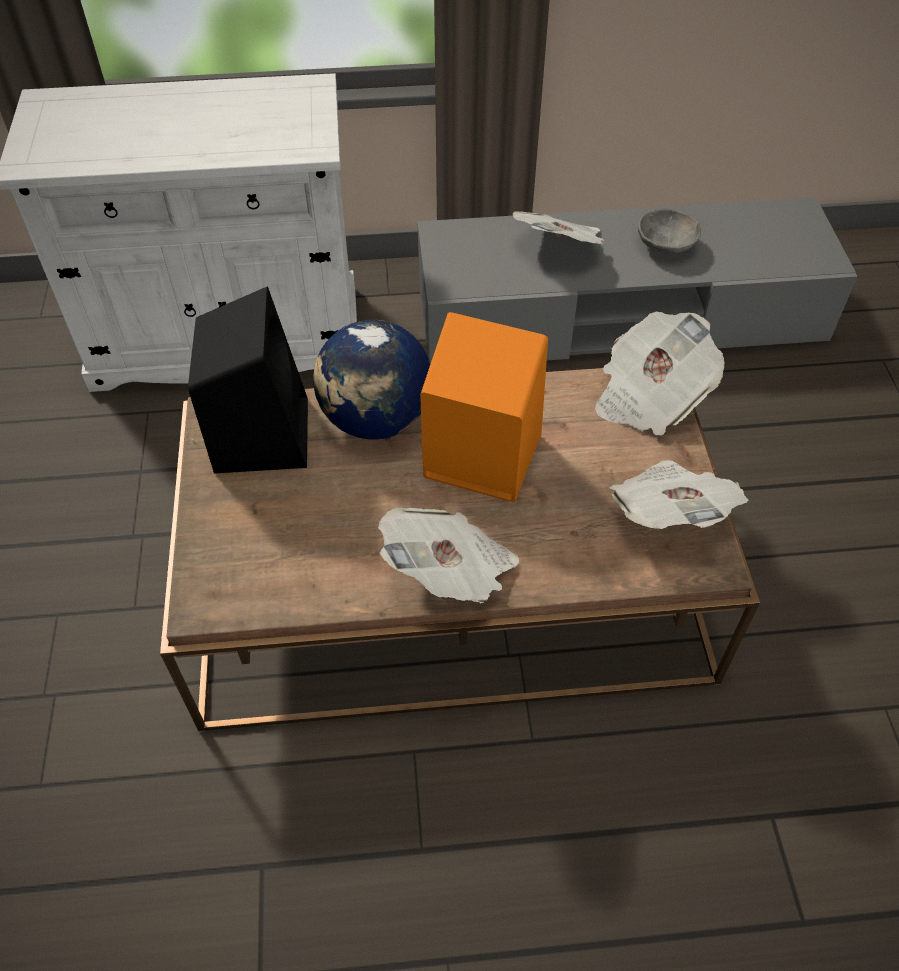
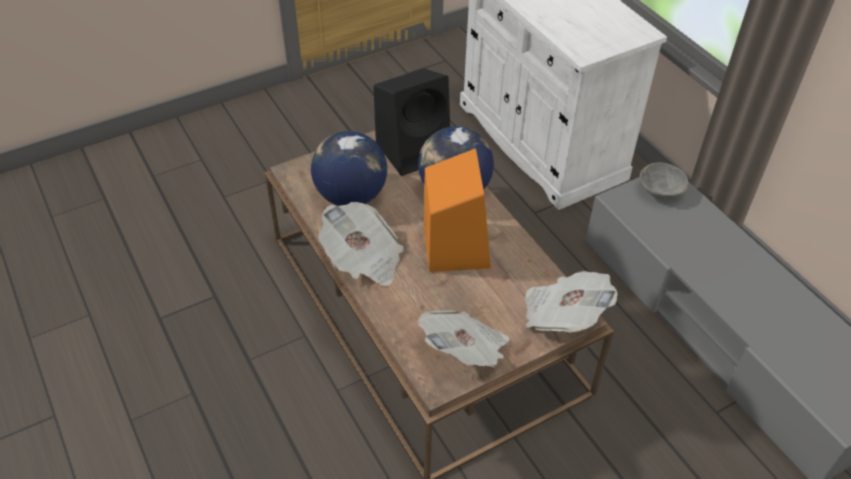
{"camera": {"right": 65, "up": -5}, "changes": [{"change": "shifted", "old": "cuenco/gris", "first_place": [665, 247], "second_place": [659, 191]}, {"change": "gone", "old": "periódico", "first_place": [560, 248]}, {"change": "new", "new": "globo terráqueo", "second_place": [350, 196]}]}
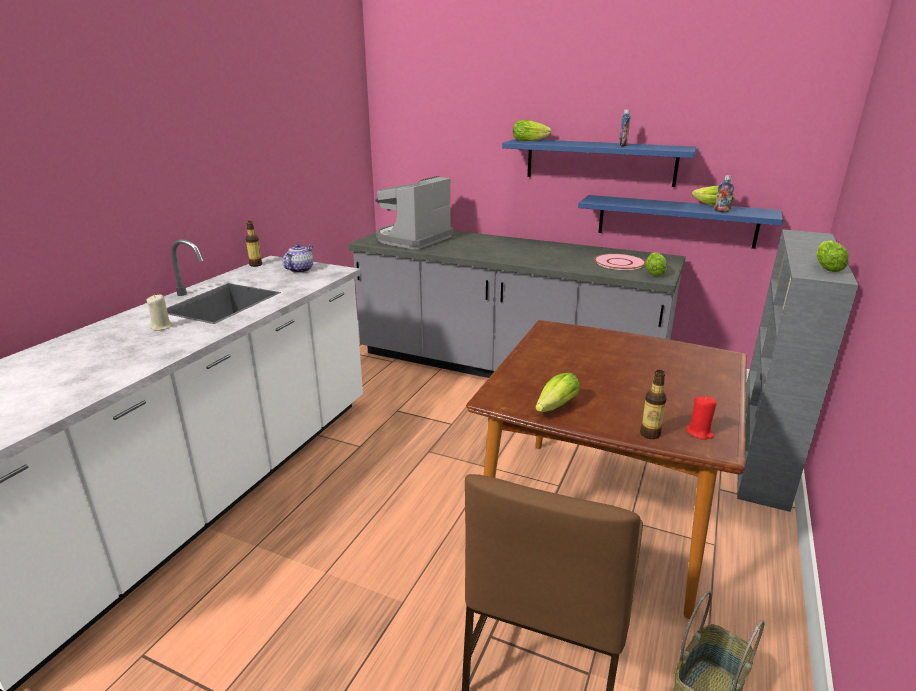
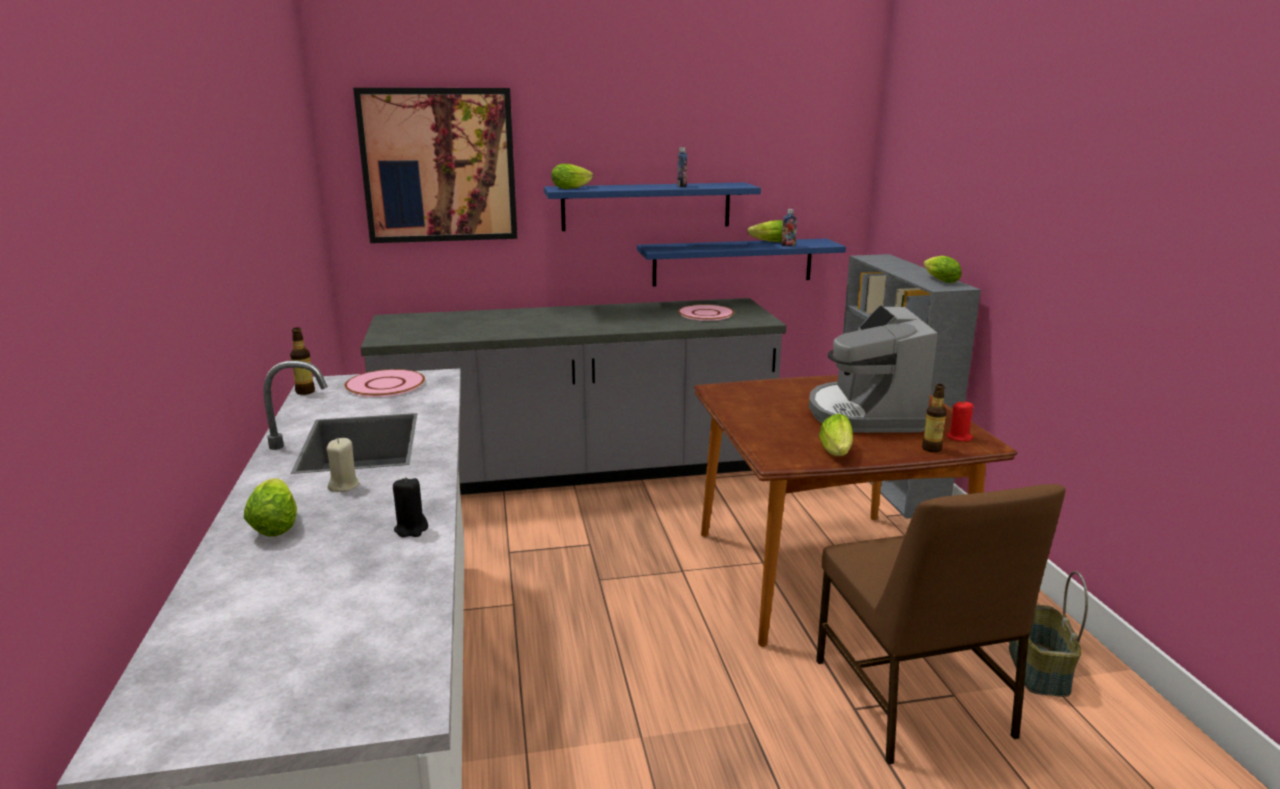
{"camera": {"right": -35, "up": -5}, "changes": [{"change": "shifted", "old": "cafetera", "first_place": [413, 239], "second_place": [865, 414]}, {"change": "swapped", "old": "tetera", "new": "plato/rosa", "first_place": [300, 270], "second_place": [385, 385]}, {"change": "shifted", "old": "lechuga", "first_place": [654, 272], "second_place": [276, 522]}, {"change": "new", "new": "cuadro", "second_place": [439, 166]}, {"change": "new", "new": "vela/negro", "second_place": [411, 529]}]}
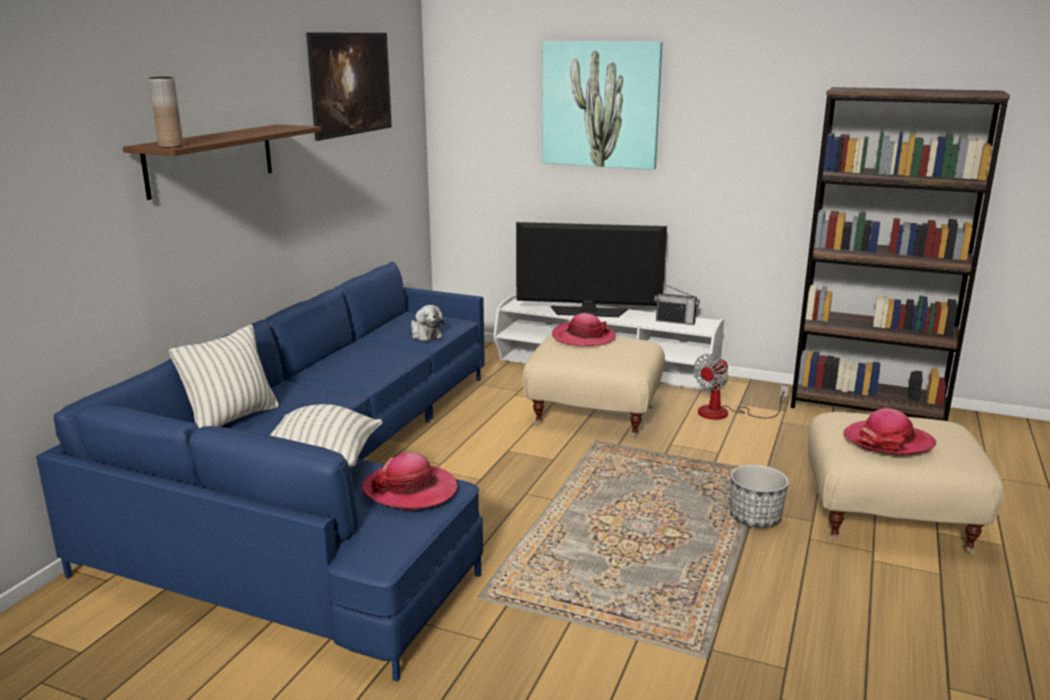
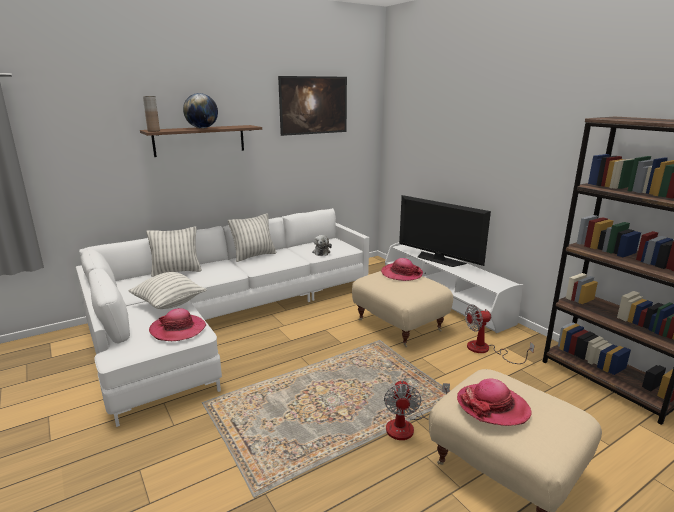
{"camera": {"right": 35, "up": 0}, "changes": [{"change": "gone", "old": "cuadro", "first_place": [600, 104]}, {"change": "repainted", "old": "sofá/azul", "new": "sofá/blanco", "first_place": [327, 486], "second_place": [223, 319]}, {"change": "gone", "old": "radio", "first_place": [675, 321]}, {"change": "swapped", "old": "maceta", "new": "ventilador", "first_place": [755, 518], "second_place": [408, 426]}, {"change": "new", "new": "globo terráqueo", "second_place": [202, 128]}, {"change": "new", "new": "cojín", "second_place": [254, 256]}]}
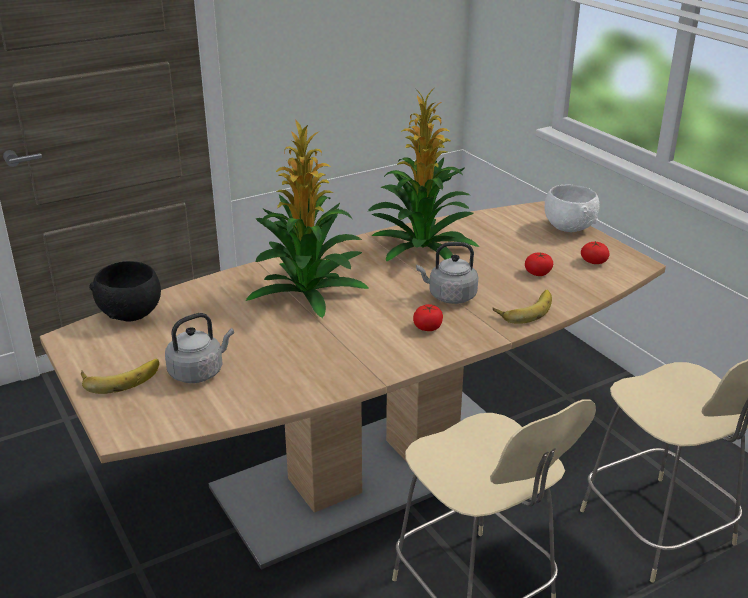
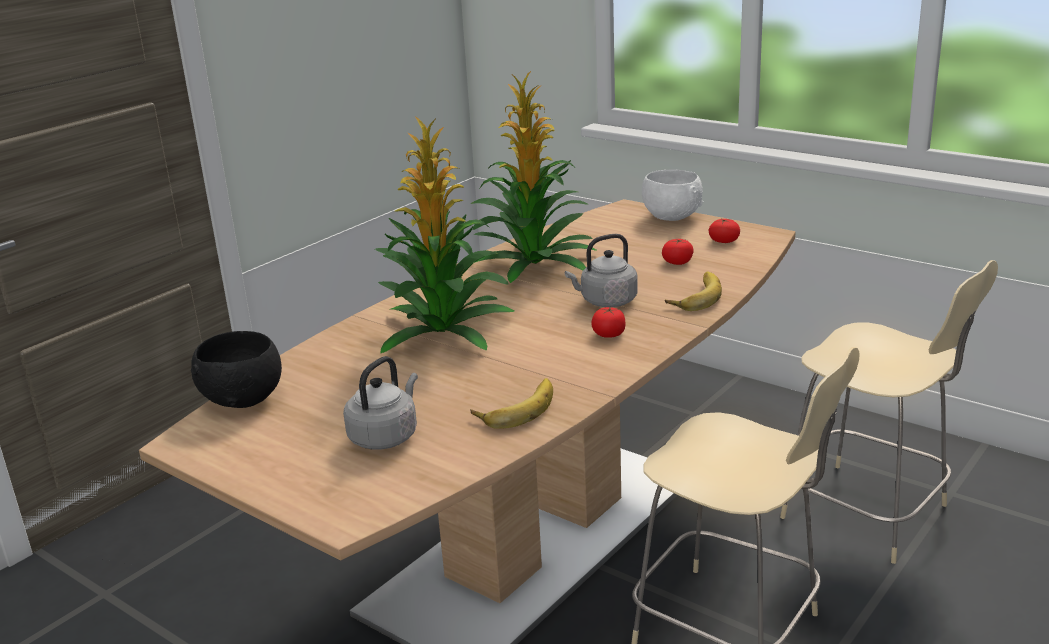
{"camera": {"right": -20, "up": -5}, "changes": [{"change": "shifted", "old": "plátano", "first_place": [120, 377], "second_place": [516, 408]}]}
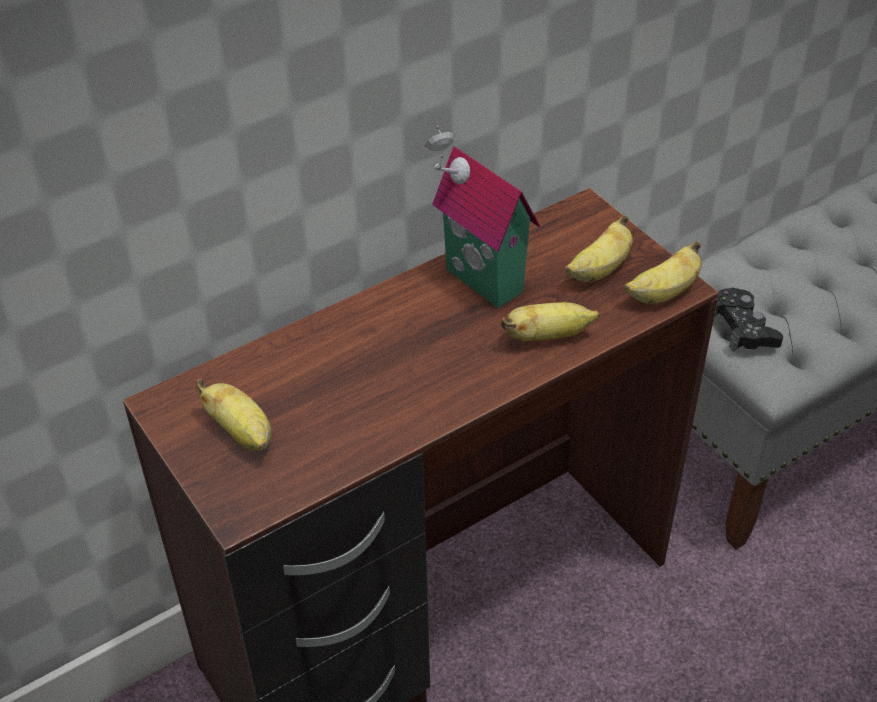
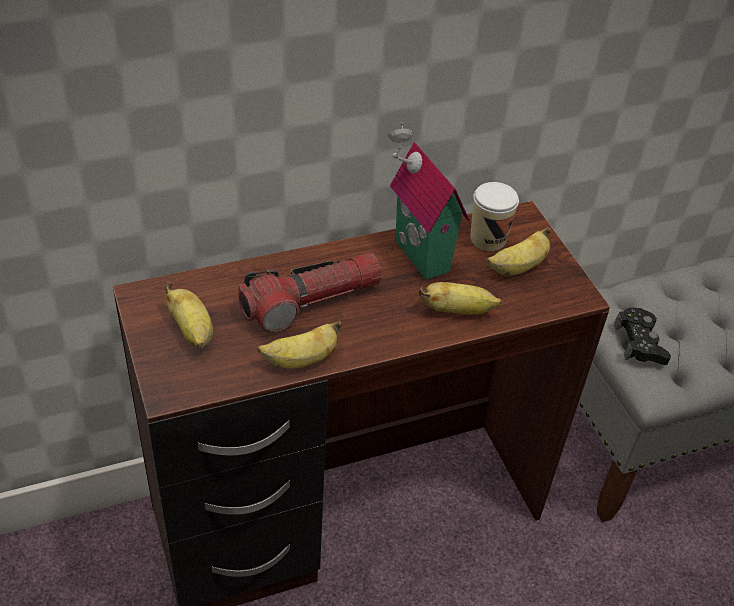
{"camera": {"right": 10, "up": 0}, "changes": [{"change": "shifted", "old": "plátano", "first_place": [663, 293], "second_place": [301, 360]}, {"change": "new", "new": "taza", "second_place": [488, 239]}, {"change": "new", "new": "linterna", "second_place": [311, 301]}]}
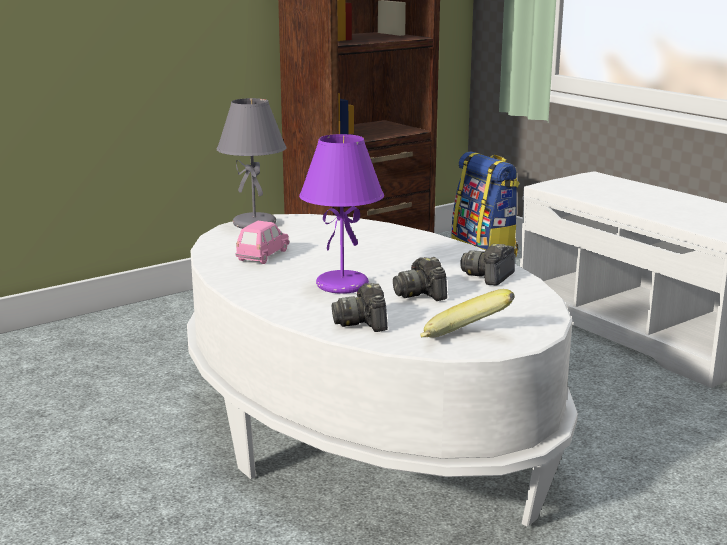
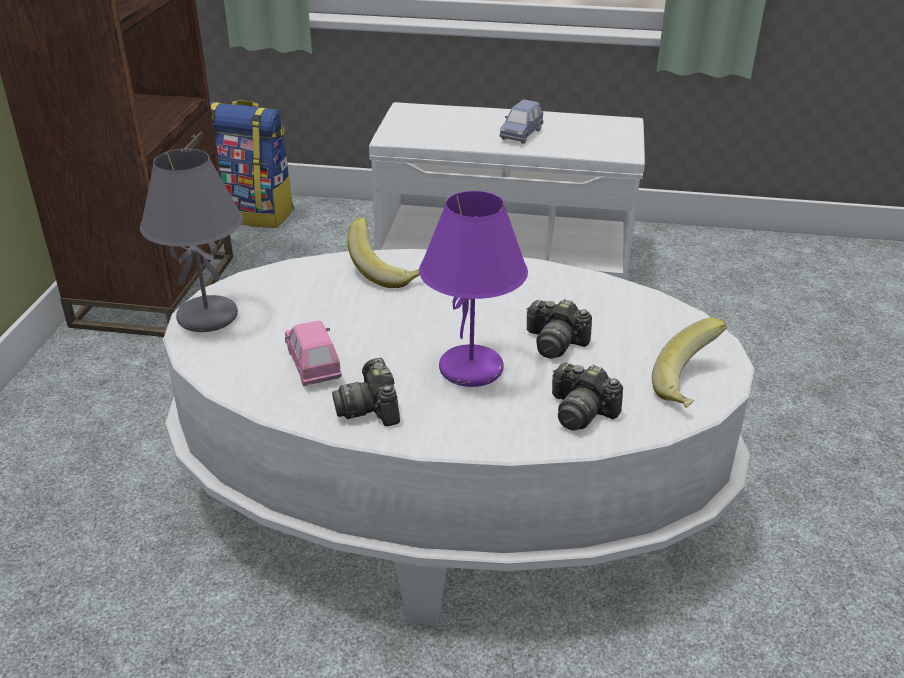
{"camera": {"right": -45, "up": 15}, "changes": [{"change": "shifted", "old": "cámara", "first_place": [489, 276], "second_place": [370, 408]}, {"change": "new", "new": "coche de juguete/azul", "second_place": [521, 135]}, {"change": "new", "new": "plátano", "second_place": [388, 272]}]}
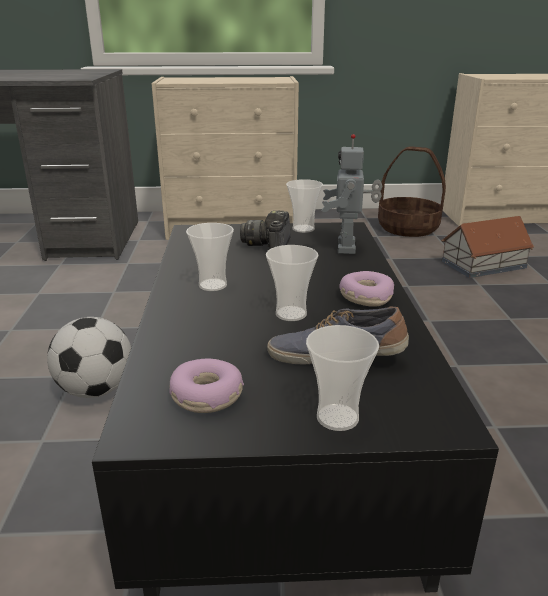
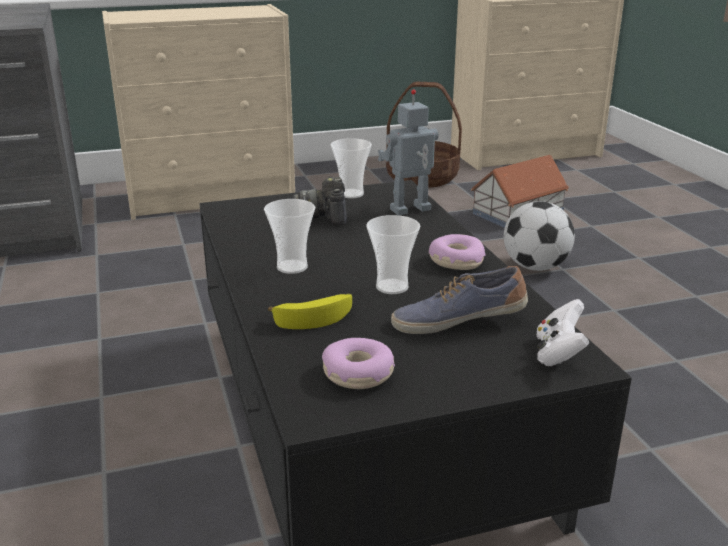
{"camera": {"right": -15, "up": 0}, "changes": [{"change": "rotated", "old": "robot de juguete", "first_place": [348, 247], "second_place": [411, 210], "degrees": 75}, {"change": "shifted", "old": "balón de fútbol", "first_place": [96, 390], "second_place": [535, 267]}, {"change": "gone", "old": "taza", "first_place": [337, 417]}, {"change": "new", "new": "plátano", "second_place": [315, 317]}, {"change": "new", "new": "mando de consola/blanco", "second_place": [558, 354]}]}
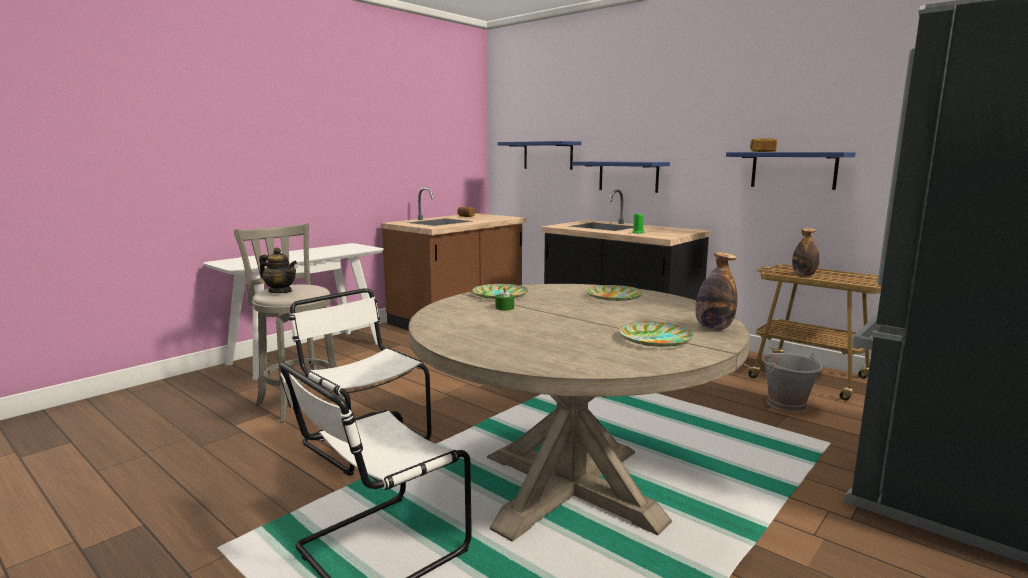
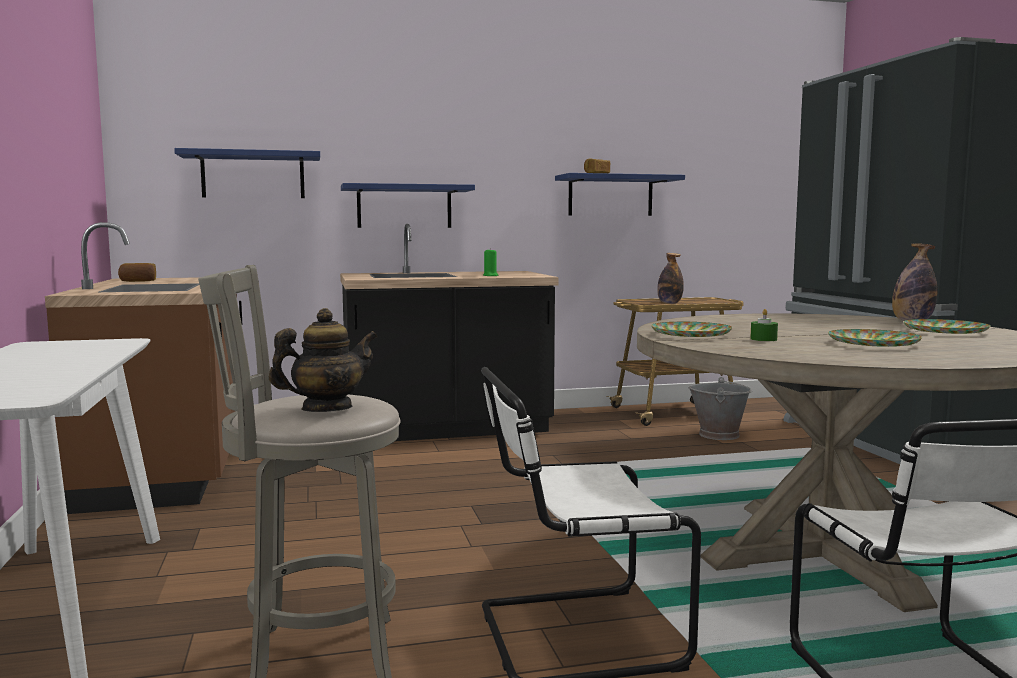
{"camera": {"right": -55, "up": -5}, "changes": [{"change": "shifted", "old": "plato", "first_place": [614, 297], "second_place": [874, 343]}]}
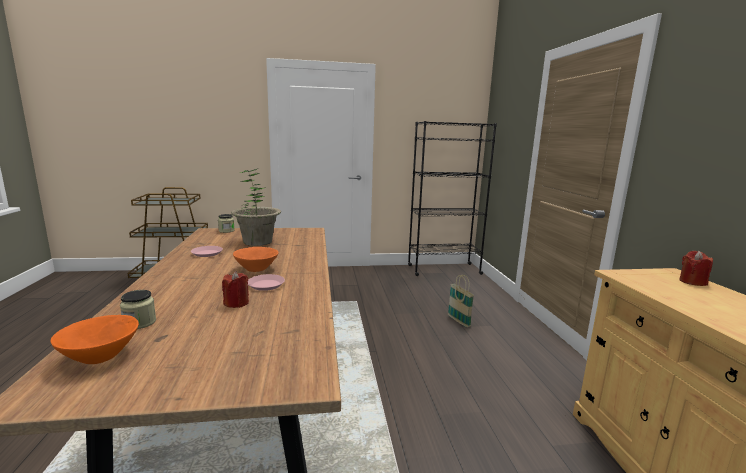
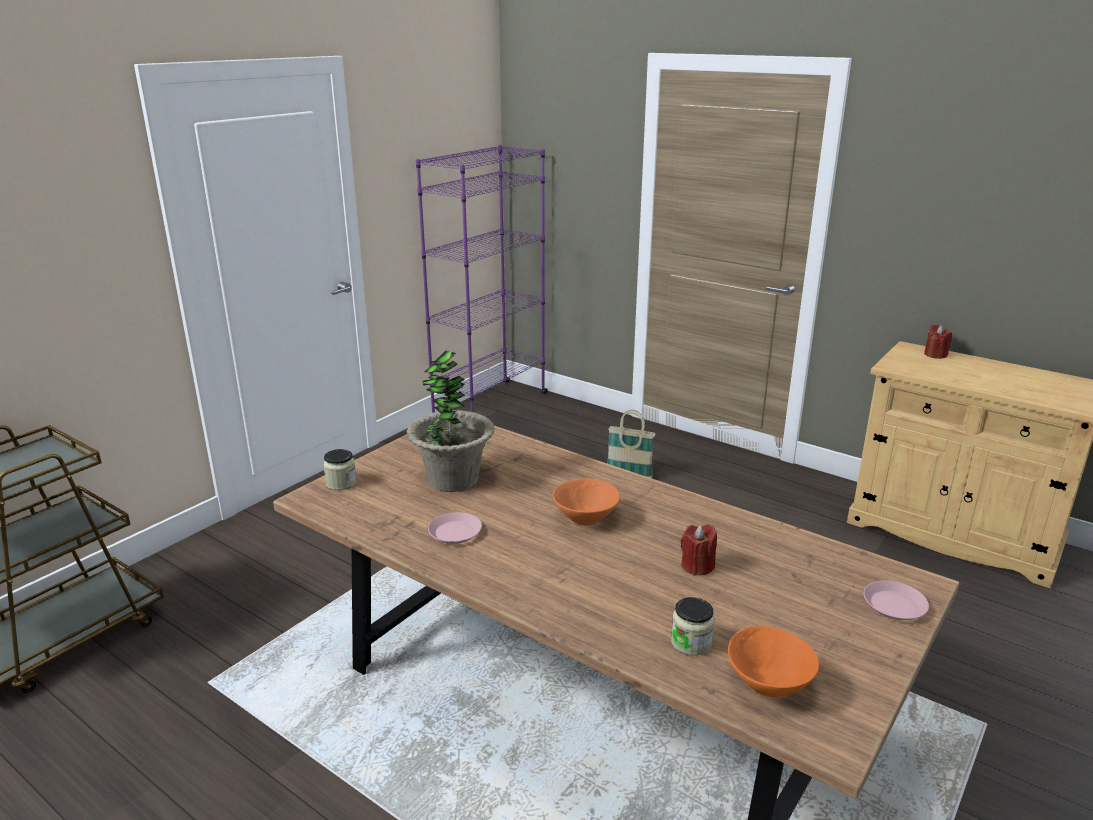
{"camera": {"right": -45, "up": 10}, "changes": [{"change": "repainted", "old": "estantería/negro", "new": "estantería/morado", "first_place": [443, 269], "second_place": [490, 405]}, {"change": "shifted", "old": "plato/rosa", "first_place": [266, 285], "second_place": [894, 605]}]}
